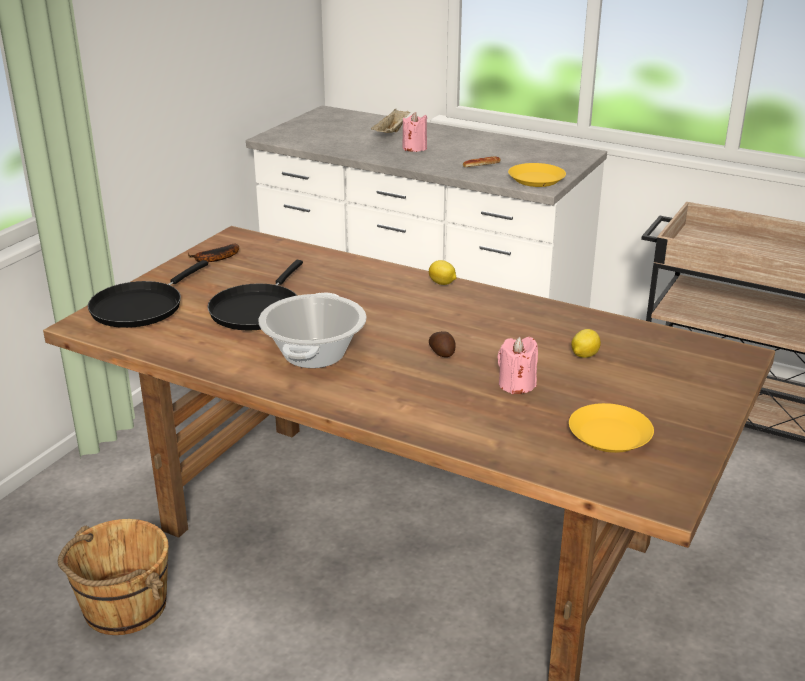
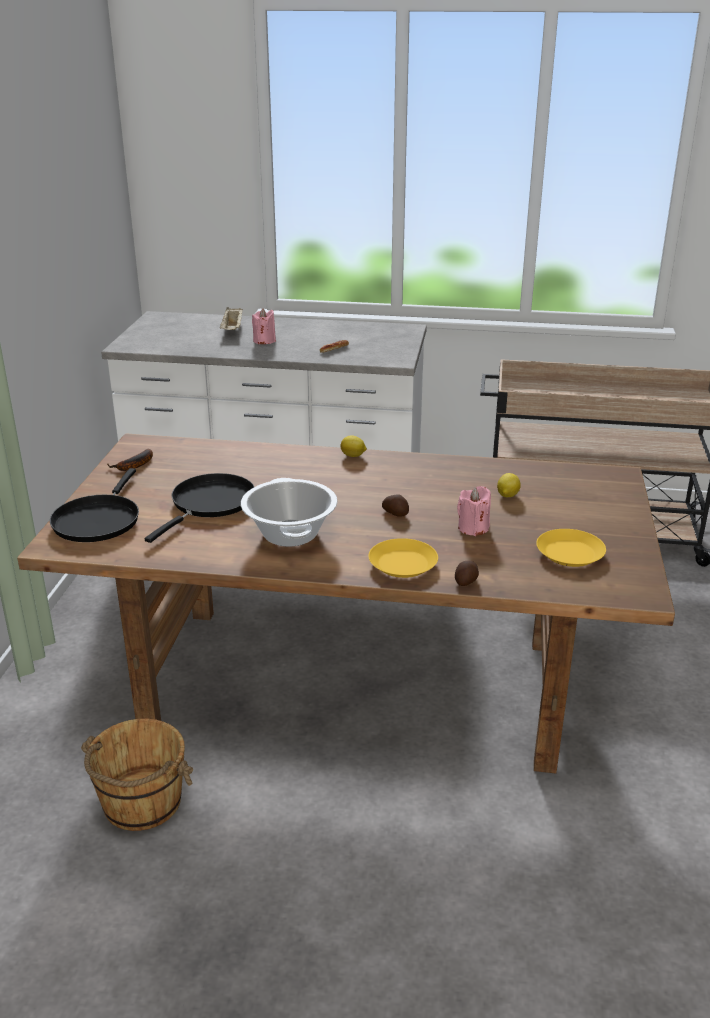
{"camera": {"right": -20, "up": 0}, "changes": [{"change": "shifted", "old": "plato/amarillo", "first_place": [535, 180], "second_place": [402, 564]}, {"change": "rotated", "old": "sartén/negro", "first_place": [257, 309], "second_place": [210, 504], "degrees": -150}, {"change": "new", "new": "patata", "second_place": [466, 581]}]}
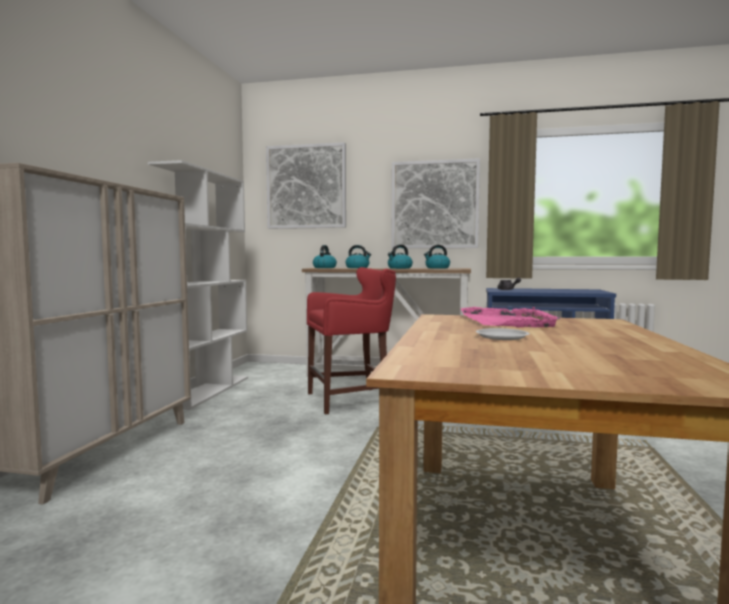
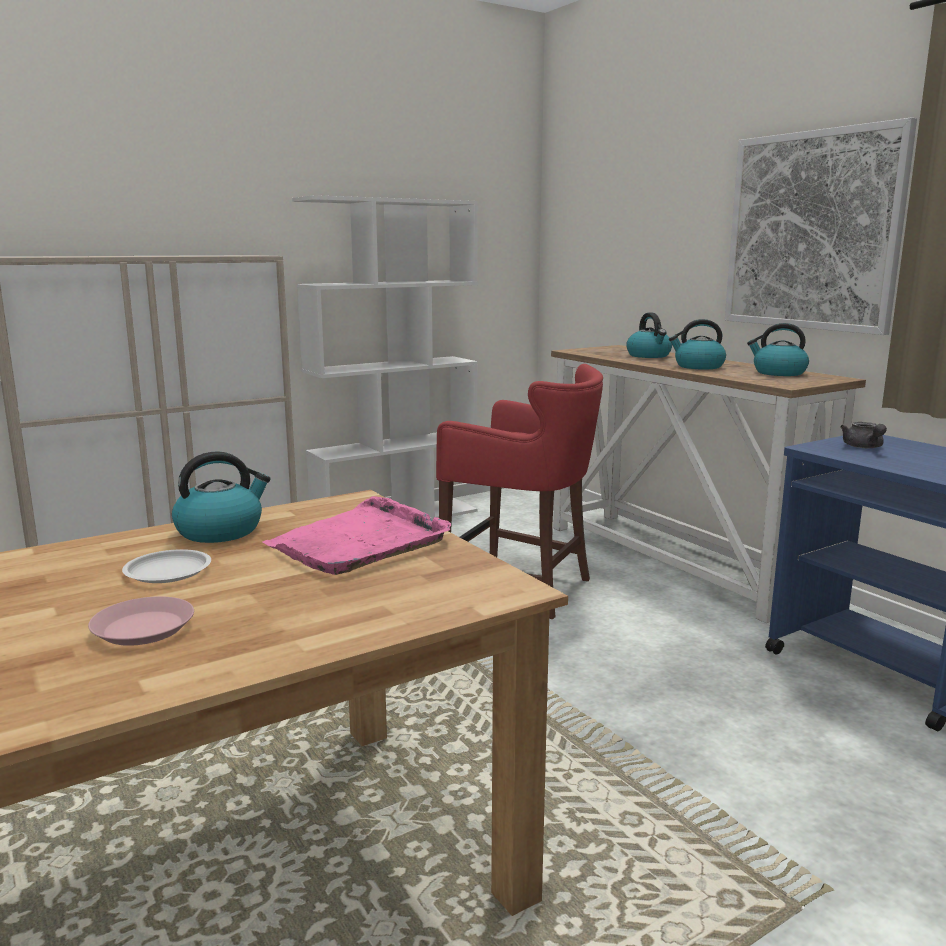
{"camera": {"right": 45, "up": 10}, "changes": [{"change": "gone", "old": "cuadro", "first_place": [306, 187]}, {"change": "shifted", "old": "hervidor", "first_place": [324, 267], "second_place": [221, 531]}, {"change": "new", "new": "plato/rosa", "second_place": [144, 628]}]}
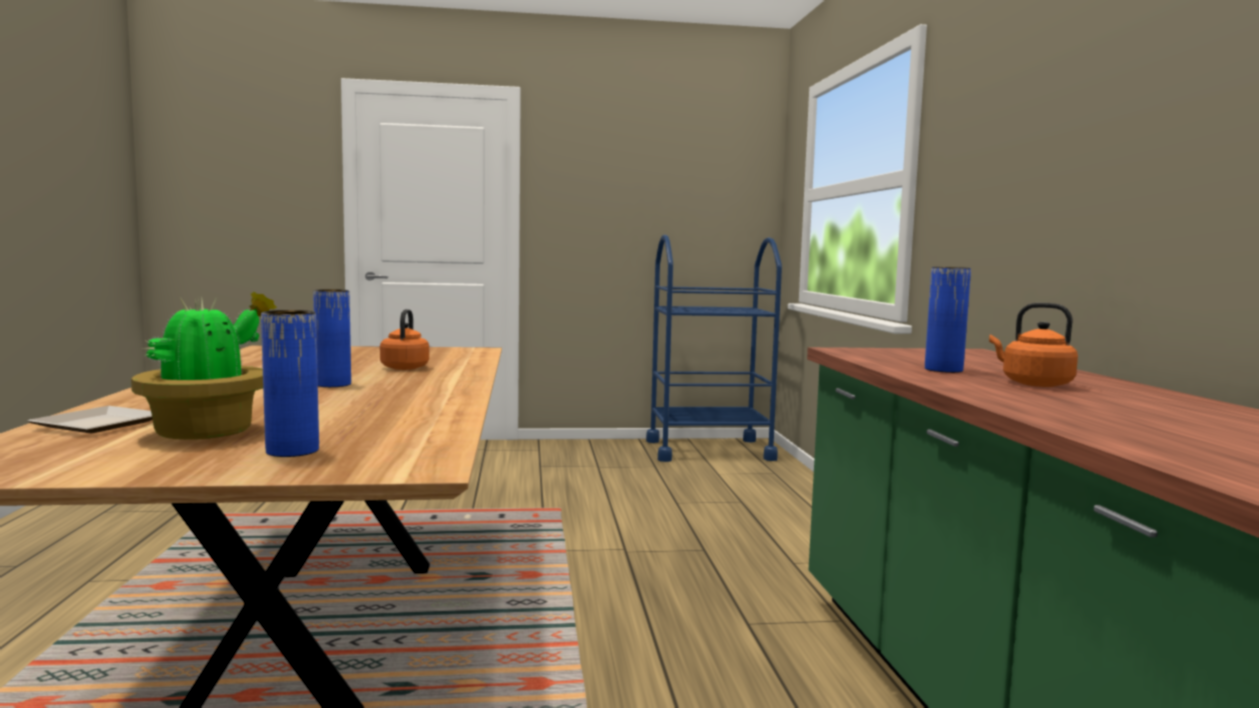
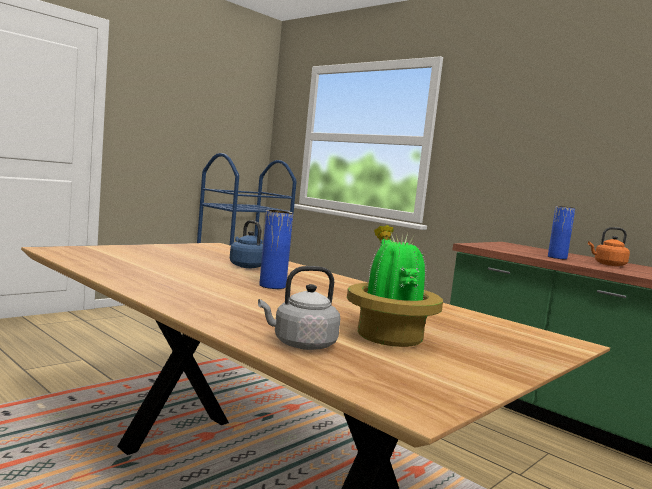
{"camera": {"right": -40, "up": 0}, "changes": [{"change": "repainted", "old": "hervidor/naranja", "new": "hervidor/azul", "first_place": [405, 367], "second_place": [246, 266]}, {"change": "gone", "old": "florero/azul", "first_place": [292, 451]}, {"change": "swapped", "old": "plato", "new": "hervidor/gris", "first_place": [94, 425], "second_place": [301, 344]}]}
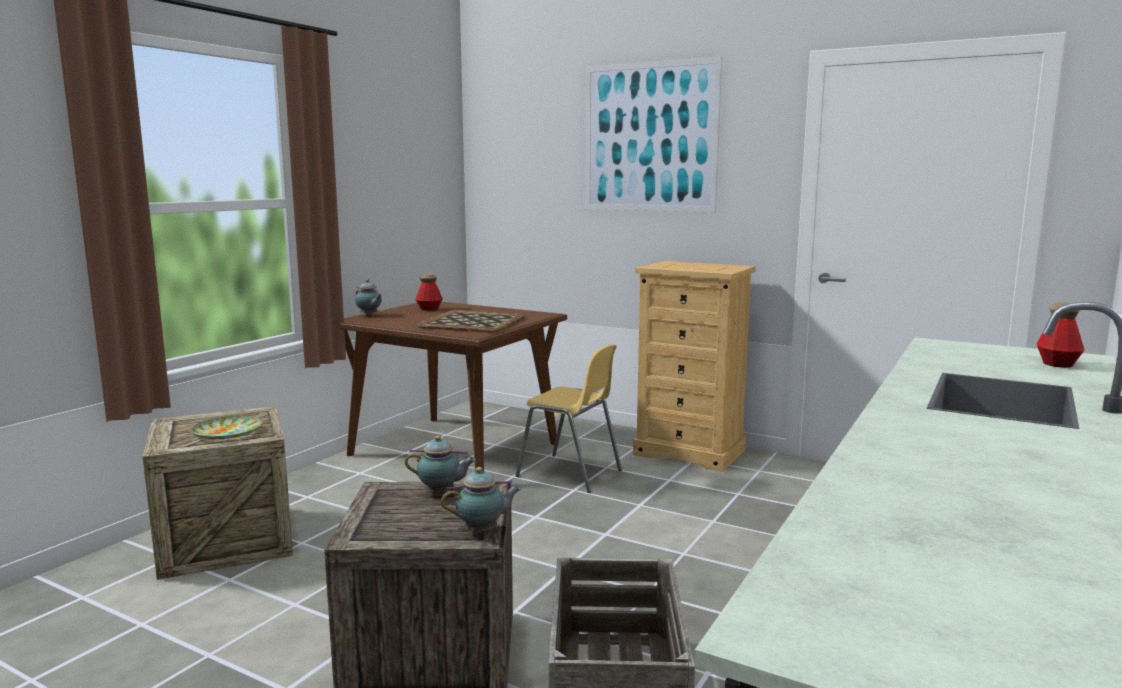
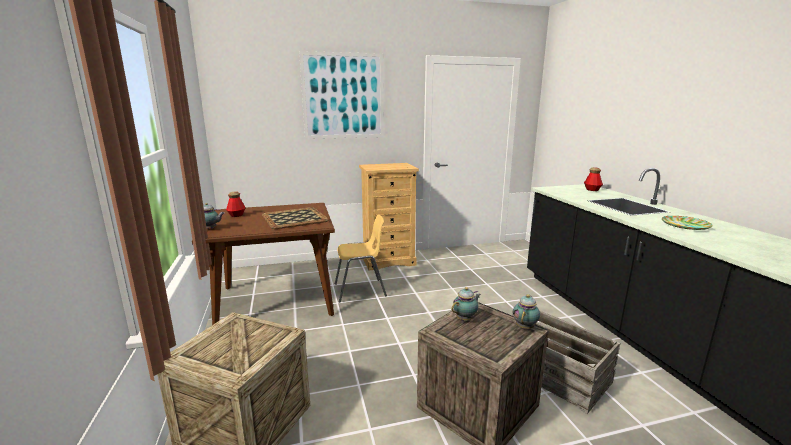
{"camera": {"right": -45, "up": 5}, "changes": [{"change": "shifted", "old": "plato", "first_place": [228, 432], "second_place": [685, 225]}]}
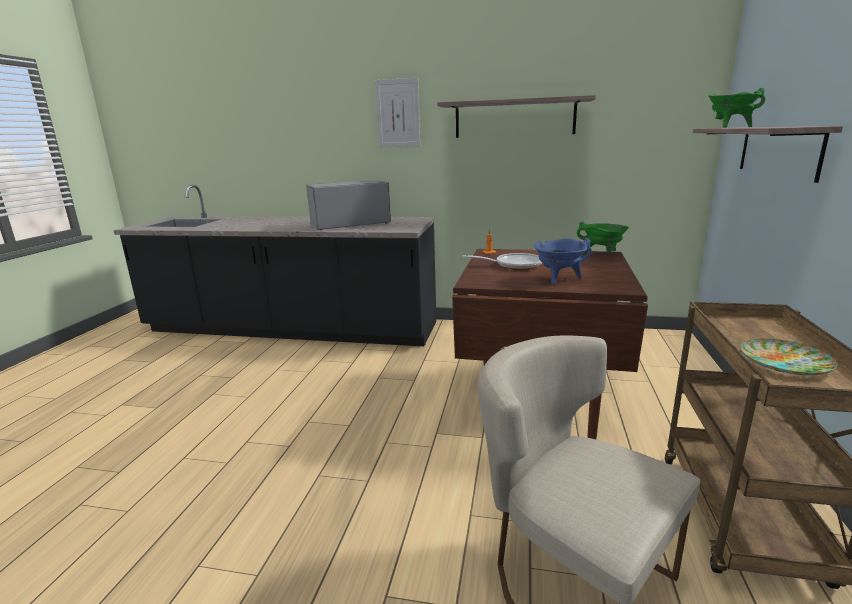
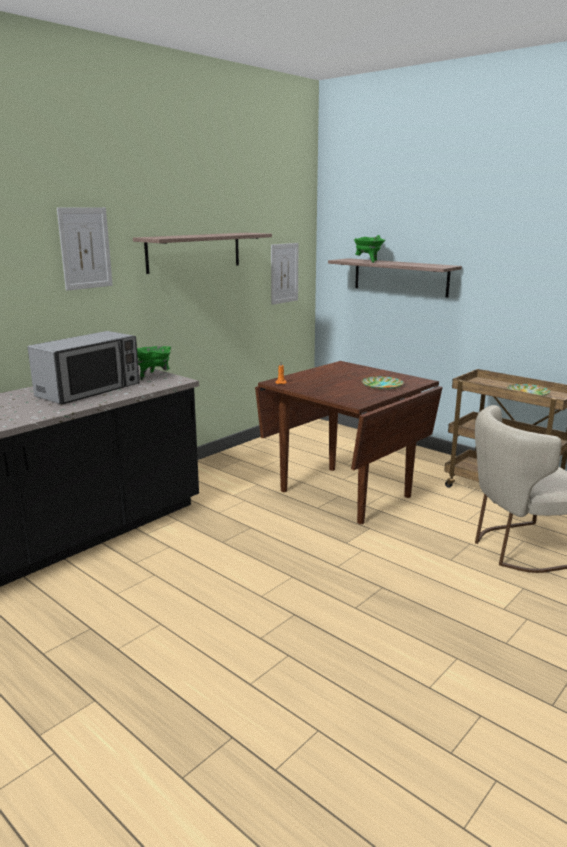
{"camera": {"right": -60, "up": 0}, "changes": [{"change": "rotated", "old": "microondas", "first_place": [350, 224], "second_place": [89, 390], "degrees": -150}, {"change": "shifted", "old": "olla/verde", "first_place": [601, 255], "second_place": [154, 376]}, {"change": "swapped", "old": "olla/azul", "new": "plato", "first_place": [559, 279], "second_place": [381, 386]}, {"change": "gone", "old": "sartén", "first_place": [514, 265]}, {"change": "new", "new": "cuadro", "second_place": [284, 273]}]}
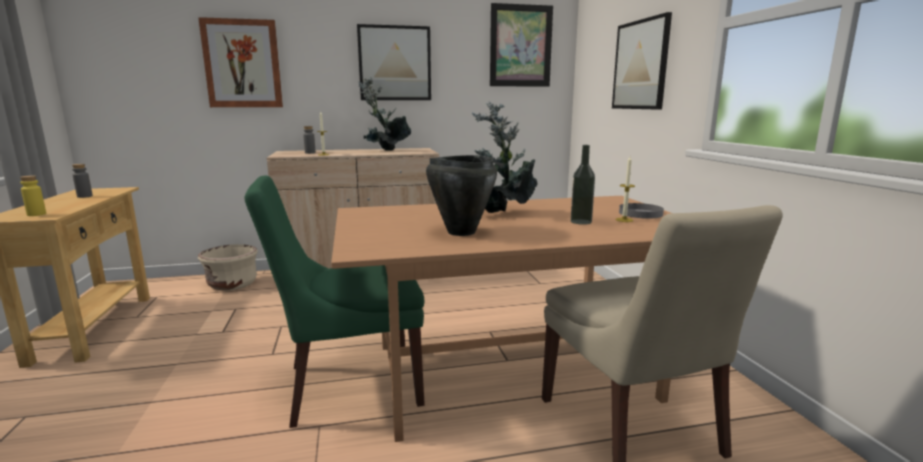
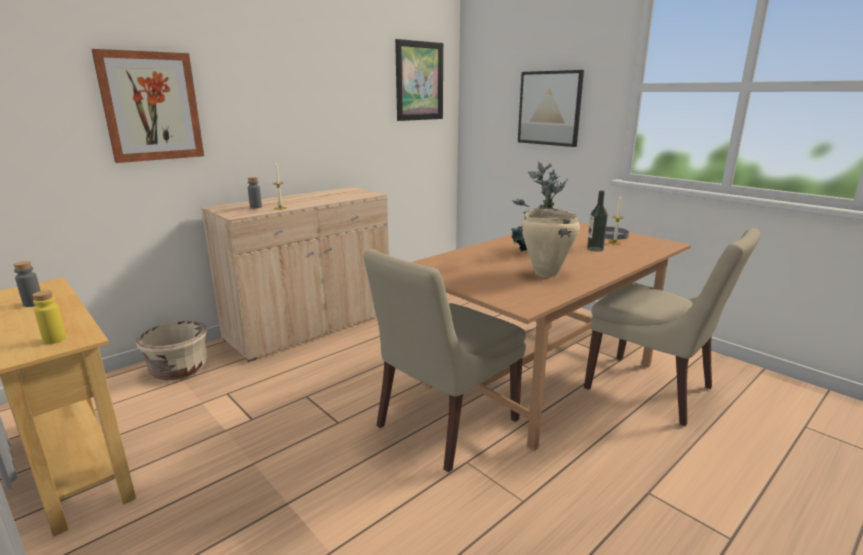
{"camera": {"right": -30, "up": 5}, "changes": [{"change": "gone", "old": "cuadro", "first_place": [395, 63]}, {"change": "gone", "old": "planta en maceta", "first_place": [384, 151]}, {"change": "repainted", "old": "olla/negro", "new": "olla/beis", "first_place": [460, 232], "second_place": [545, 273]}, {"change": "repainted", "old": "silla/verde", "new": "silla/beis", "first_place": [348, 386], "second_place": [444, 425]}]}
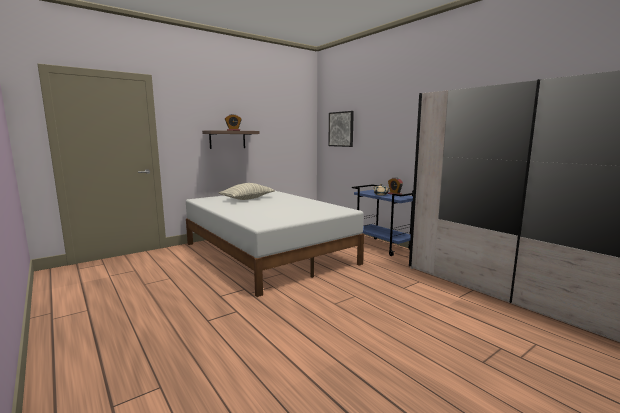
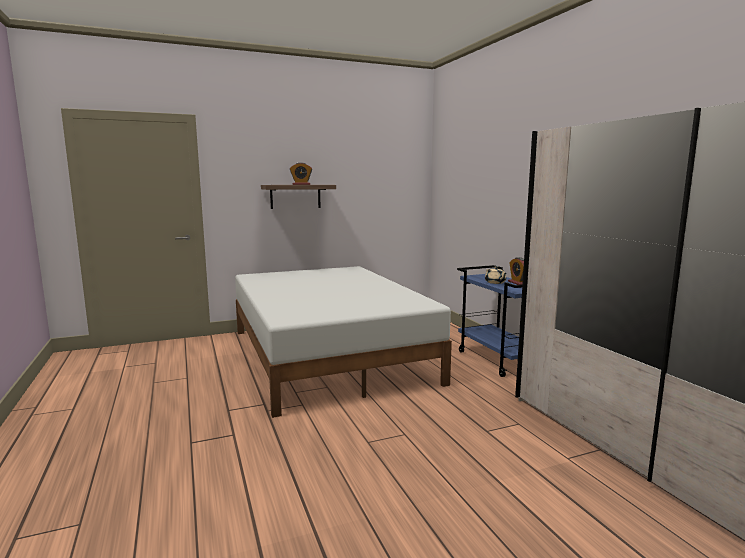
{"camera": {"right": 15, "up": 0}, "changes": [{"change": "gone", "old": "cuadro", "first_place": [341, 129]}, {"change": "gone", "old": "cojín", "first_place": [247, 199]}]}
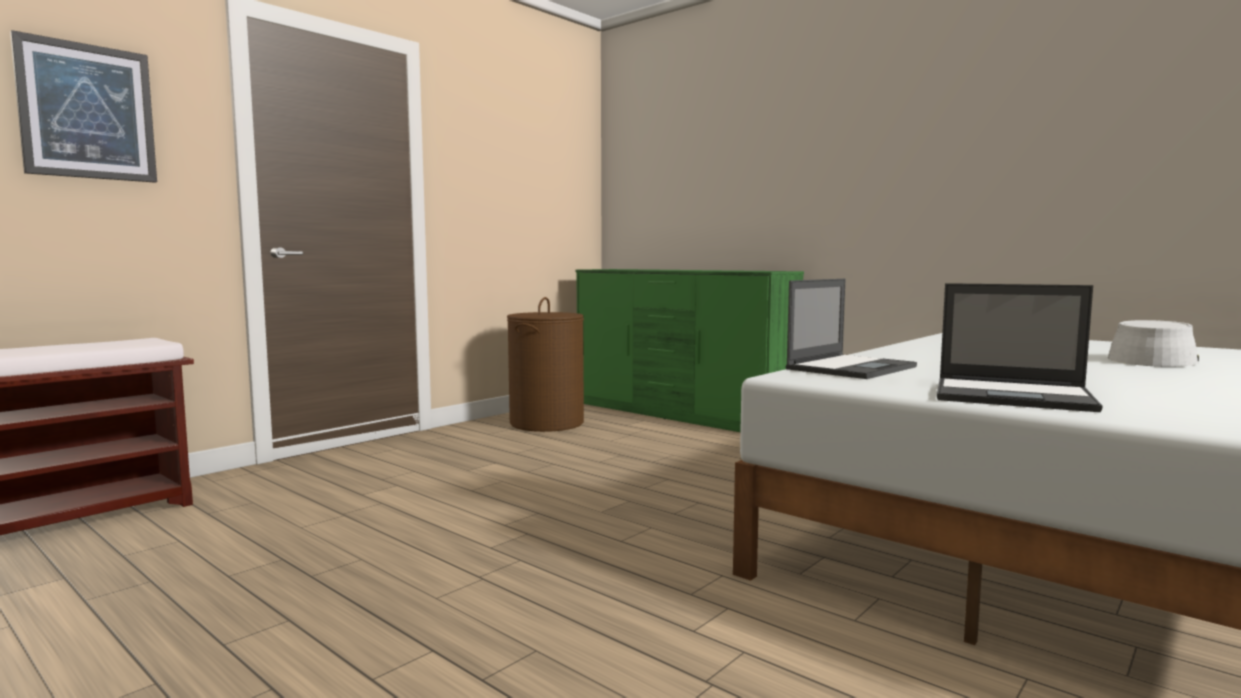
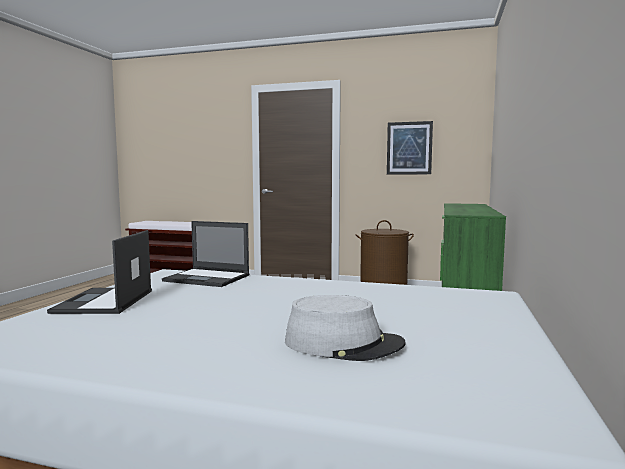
{"camera": {"right": 65, "up": 0}, "changes": [{"change": "shifted", "old": "cuadro", "first_place": [87, 112], "second_place": [409, 148]}]}
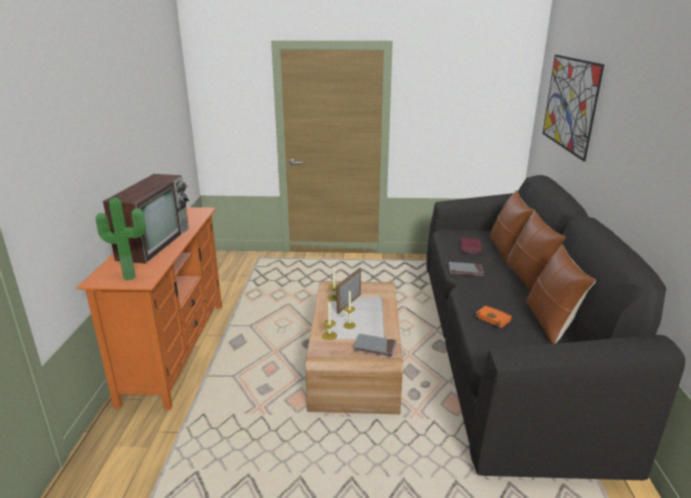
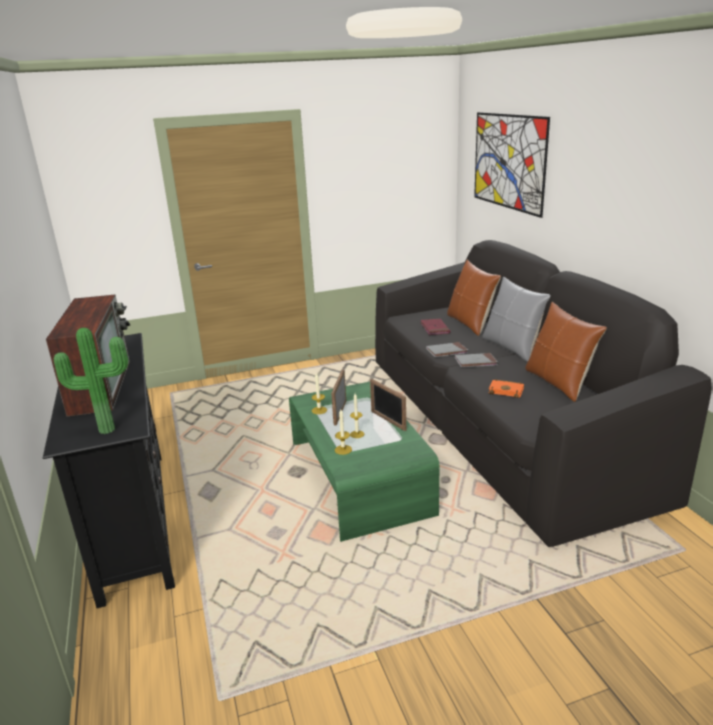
{"camera": {"right": -20, "up": 0}, "changes": [{"change": "repainted", "old": "mueble de televisión/naranja", "new": "mueble de televisión/negro", "first_place": [175, 349], "second_place": [133, 520]}, {"change": "repainted", "old": "cojín/marrón", "new": "cojín/gris", "first_place": [529, 279], "second_place": [512, 348]}, {"change": "repainted", "old": "mesa de centro/marrón", "new": "mesa de centro/verde", "first_place": [355, 361], "second_place": [359, 477]}, {"change": "shifted", "old": "libro/gris", "first_place": [374, 347], "second_place": [475, 362]}, {"change": "new", "new": "portarretratos", "second_place": [388, 420]}]}
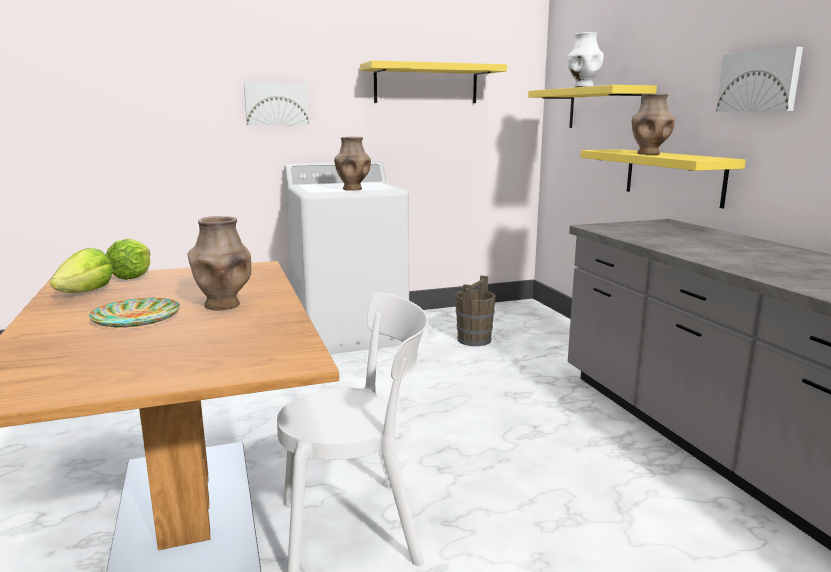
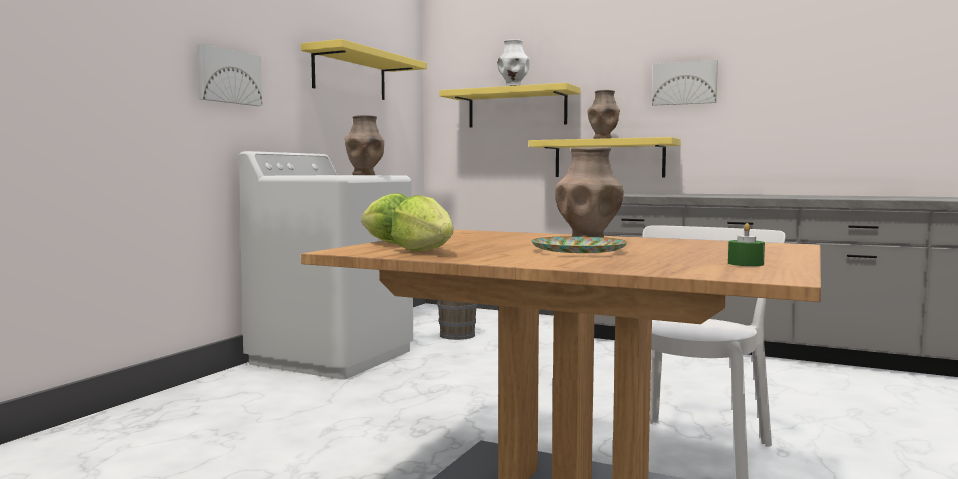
{"camera": {"right": -45, "up": -10}, "changes": [{"change": "new", "new": "vela/verde", "second_place": [745, 263]}]}
